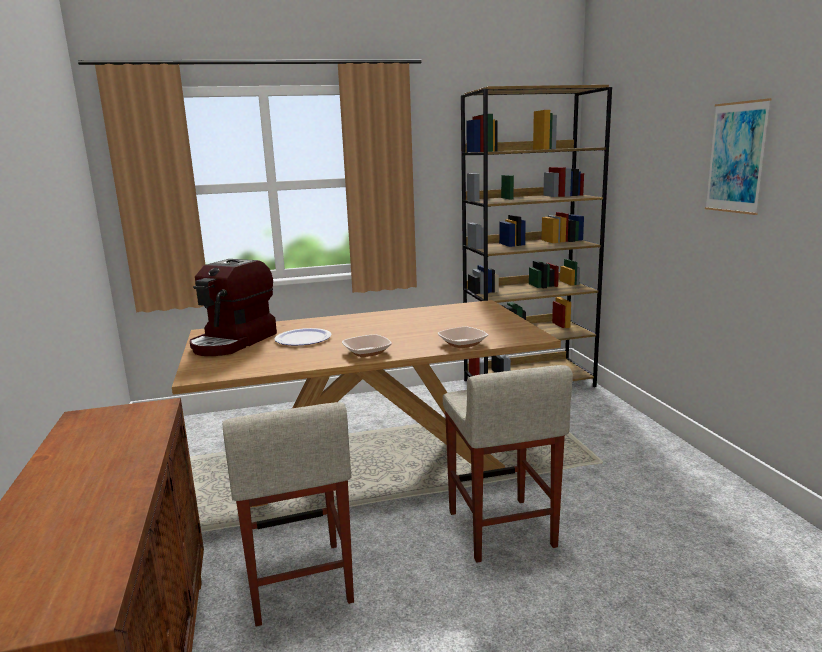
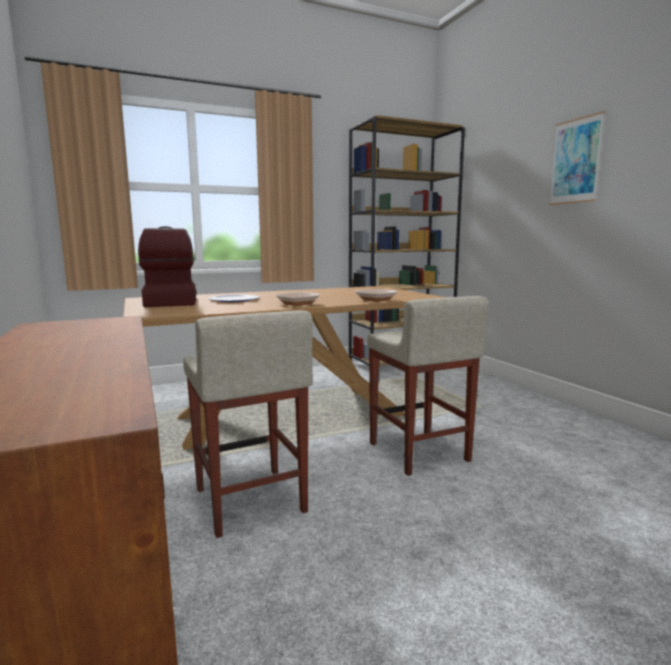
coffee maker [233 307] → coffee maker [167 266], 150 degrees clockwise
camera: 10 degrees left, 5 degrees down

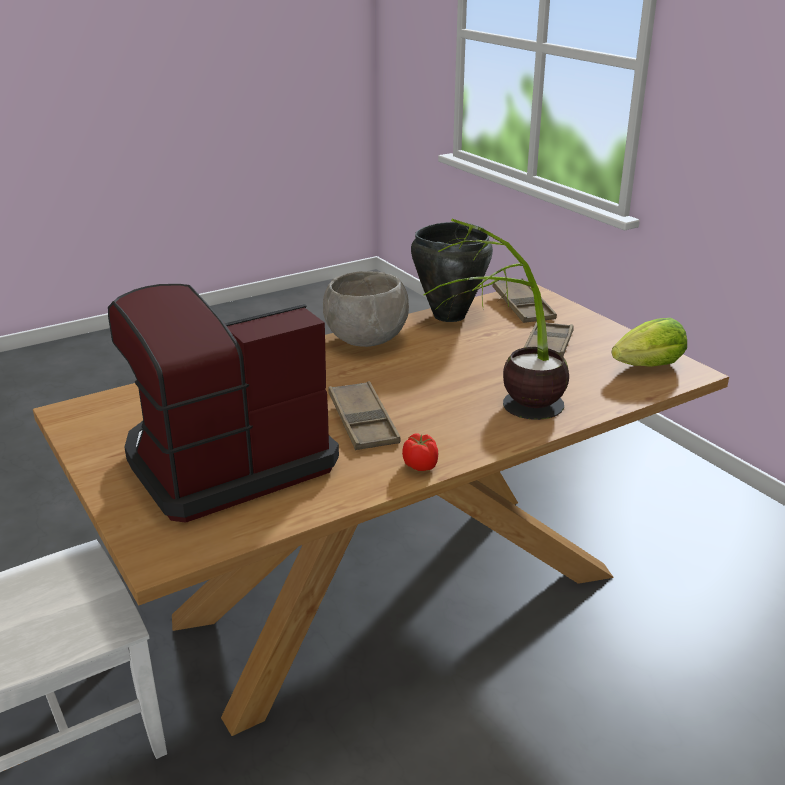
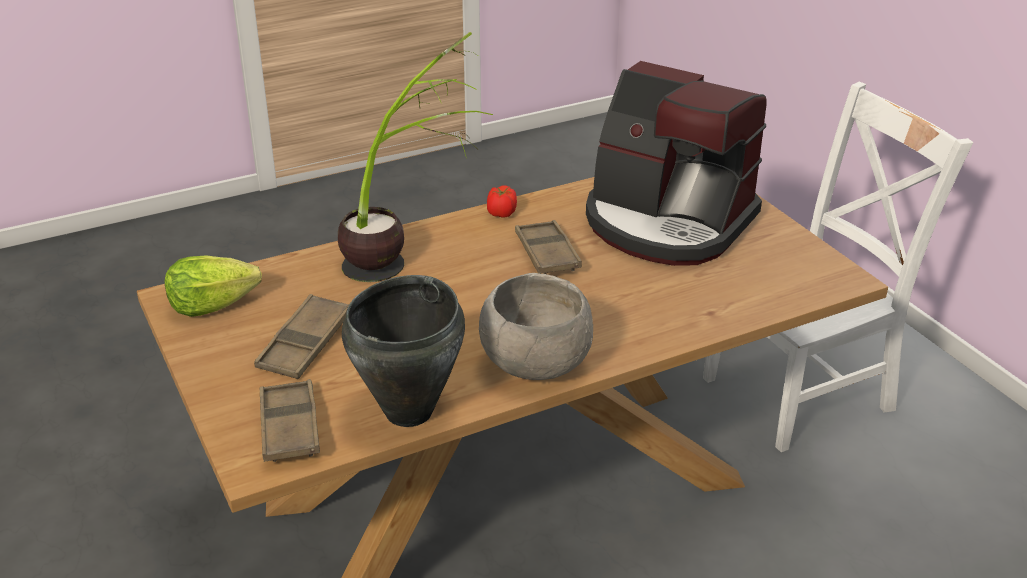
coffee maker [223 403] → coffee maker [676 163], 60 degrees clockwise
camera: 175 degrees left, 5 degrees up

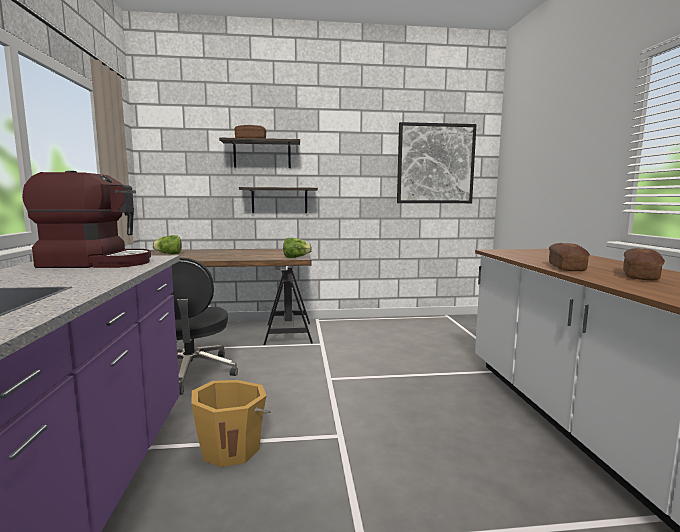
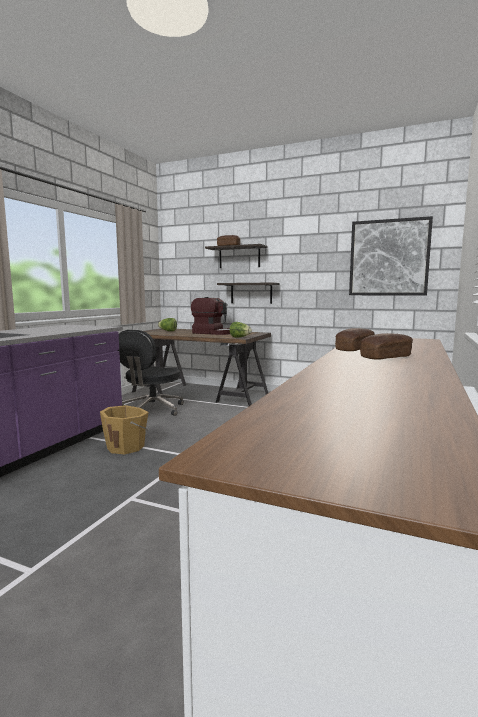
coffee maker [86 219] → coffee maker [210 316], move
camera: 30 degrees right, 0 degrees up

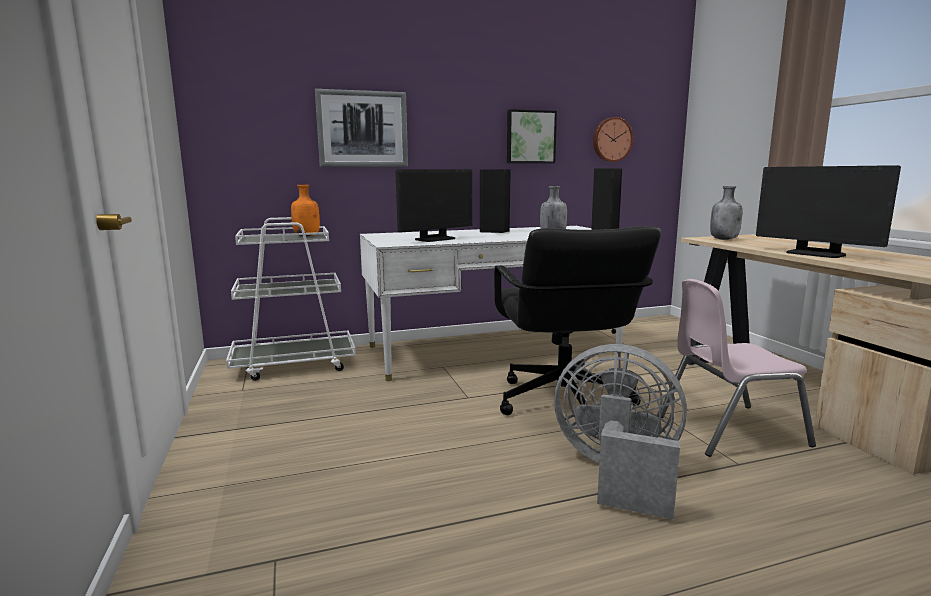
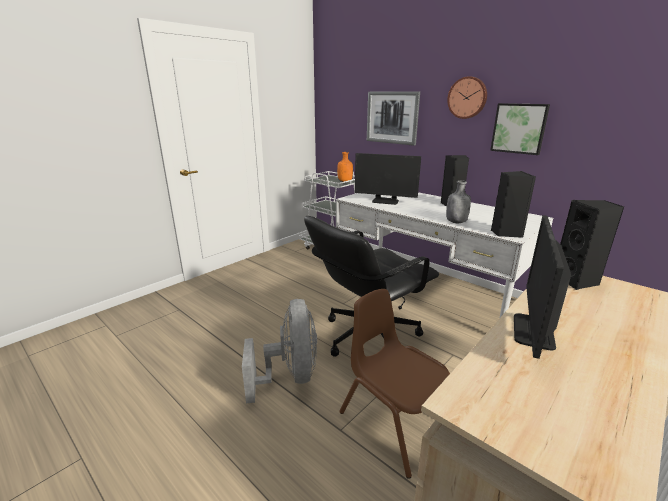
wall clock [613 139] → wall clock [467 97], move
drink bottle (grey) [726 213] → audio speaker (blackish) [592 245]
plain chair (pinkish) [737 368] → plain chair (brown) [394 384]
camera: 60 degrees right, 10 degrees up

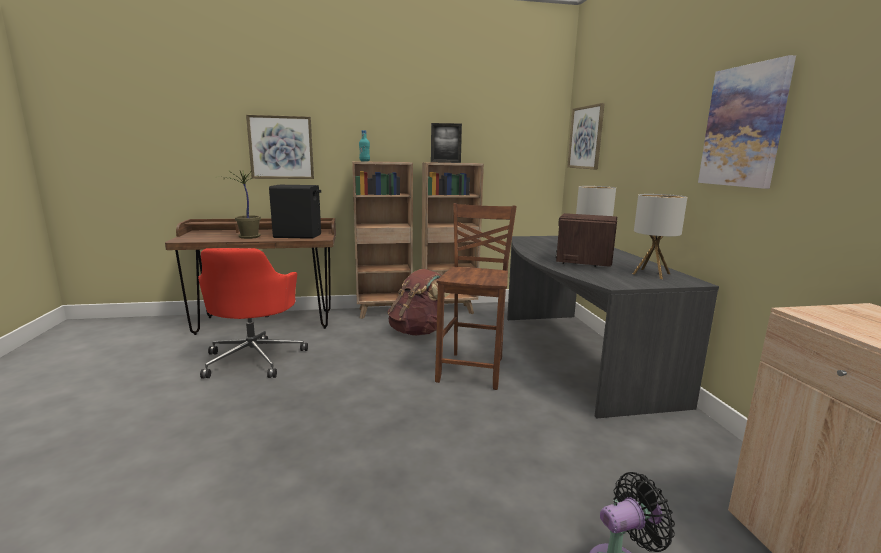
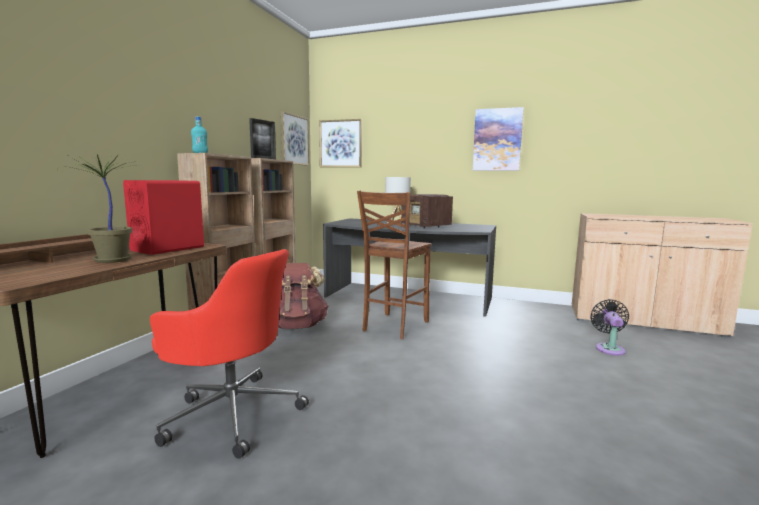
lamp for a table [660 236] → -
wall picture [280 147] → wall picture [295 138], move
audio speaker (blackish) [295 212] → audio speaker (red-coloured) [163 217]
plain chair (brown) [476 296] → plain chair (brown) [394 265], 105 degrees counterclockwise
camera: 60 degrees left, 5 degrees down

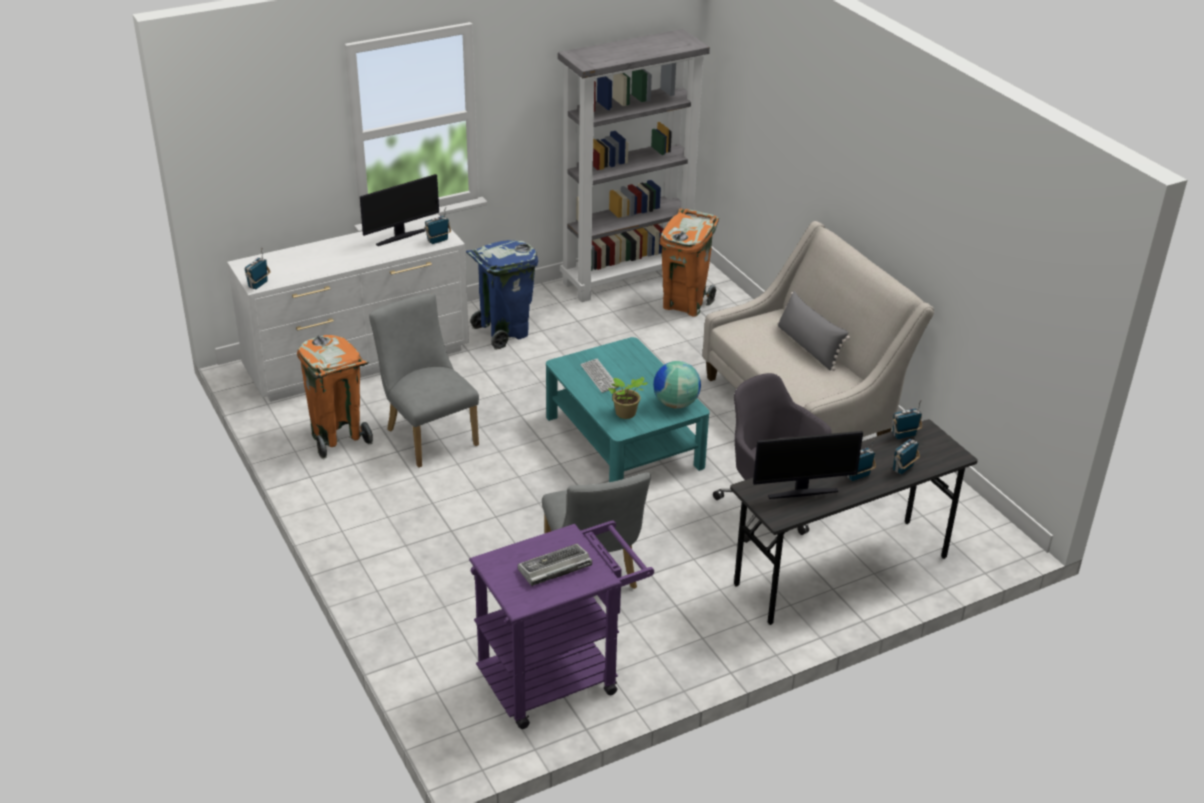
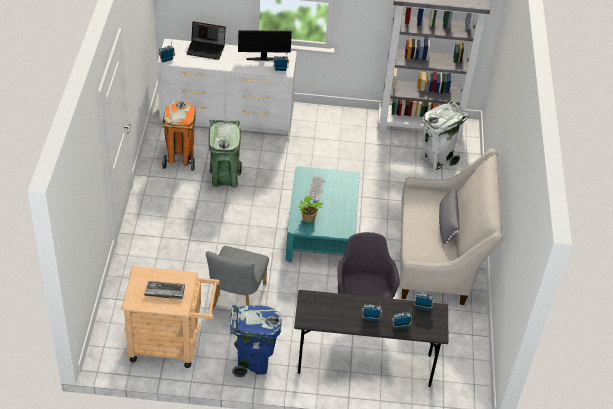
world globe [677 385] → -
monitor [808 465] → -
- → laptop [206 40]
rubbish bin (bluish) [502 295] → rubbish bin (bluish) [255 341], move
plain chair (grey) [424 380] → rubbish bin (greenish) [225 153]
wheeled cart (purplish) [561 624] → wheeled cart (beige) [170 317]
rubbish bin (orange) [689 262] → rubbish bin (whitish) [445 135]
camera: 30 degrees right, 10 degrees up

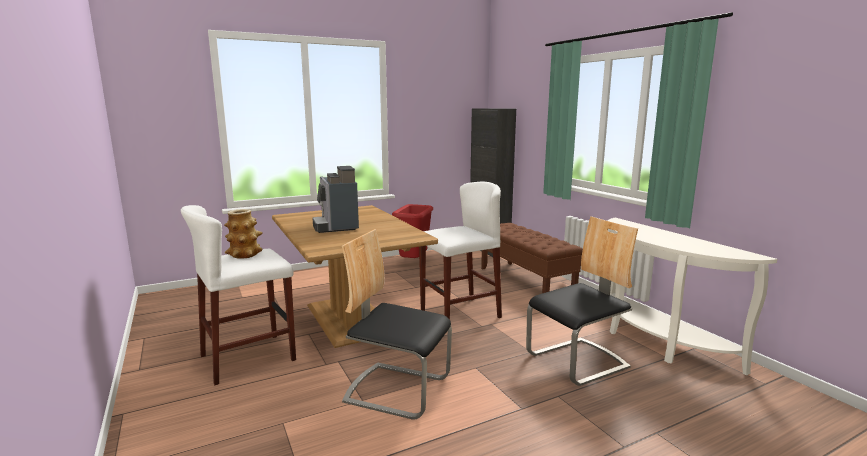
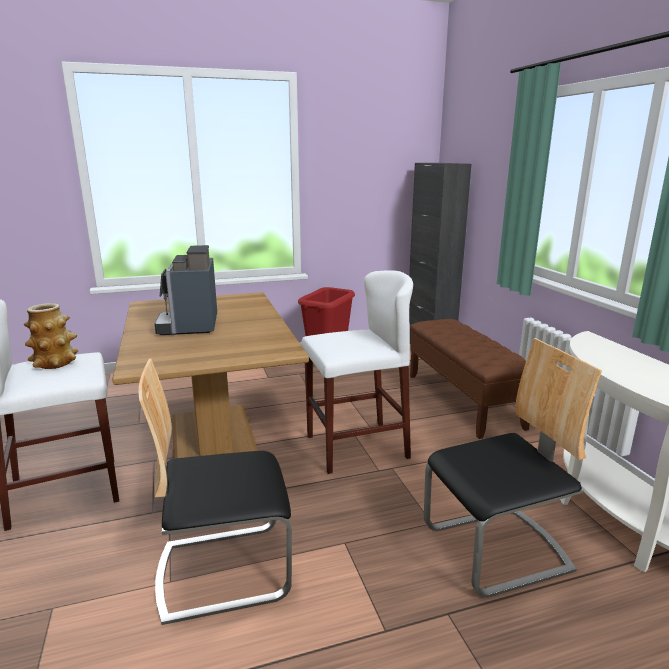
plain chair [397 324] → plain chair [215 492], 45 degrees counterclockwise
camera: 10 degrees right, 5 degrees up

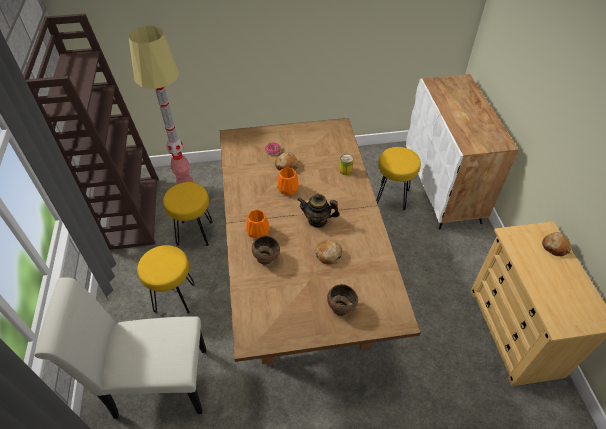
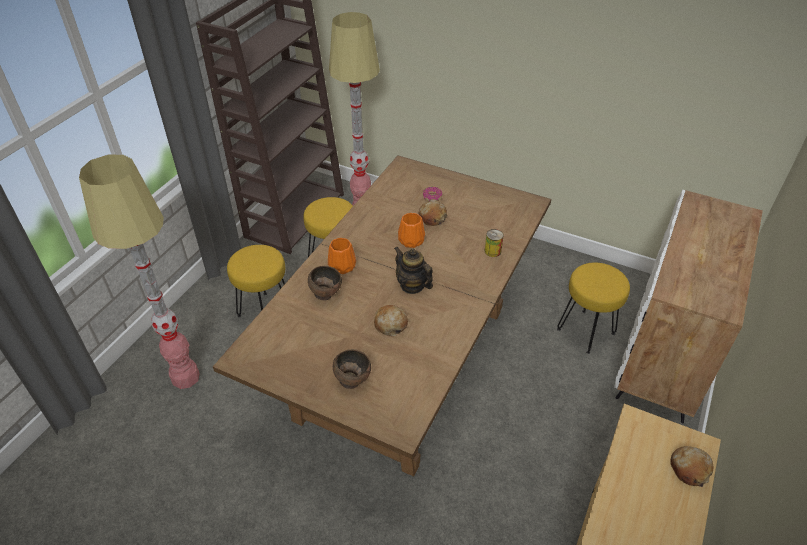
plain chair (whitish) [120 348] → standing lamp [139 271]
camera: 35 degrees right, 5 degrees down

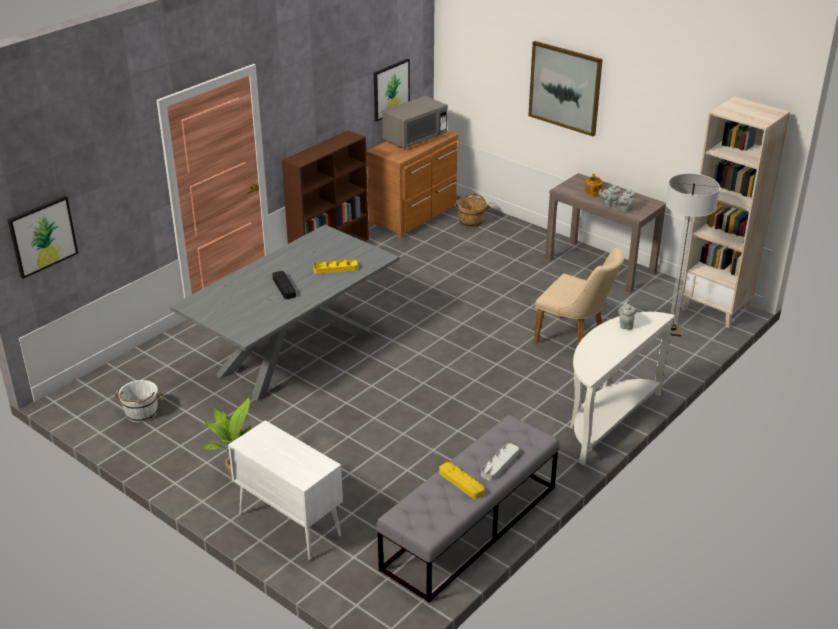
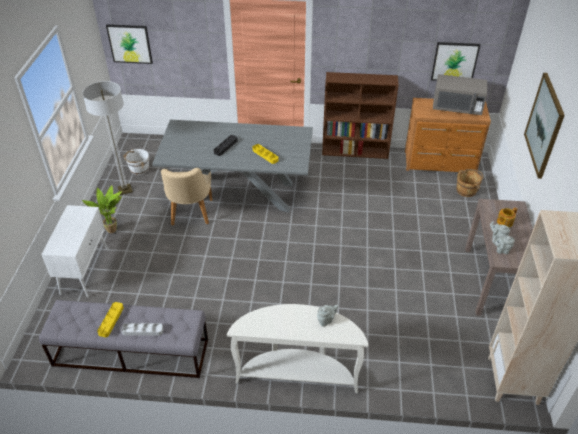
plain chair (beige) [579 296] → plain chair (beige) [186 197], move
standing lamp [693 255] → standing lamp [107 138], move
camera: 55 degrees right, 10 degrees up

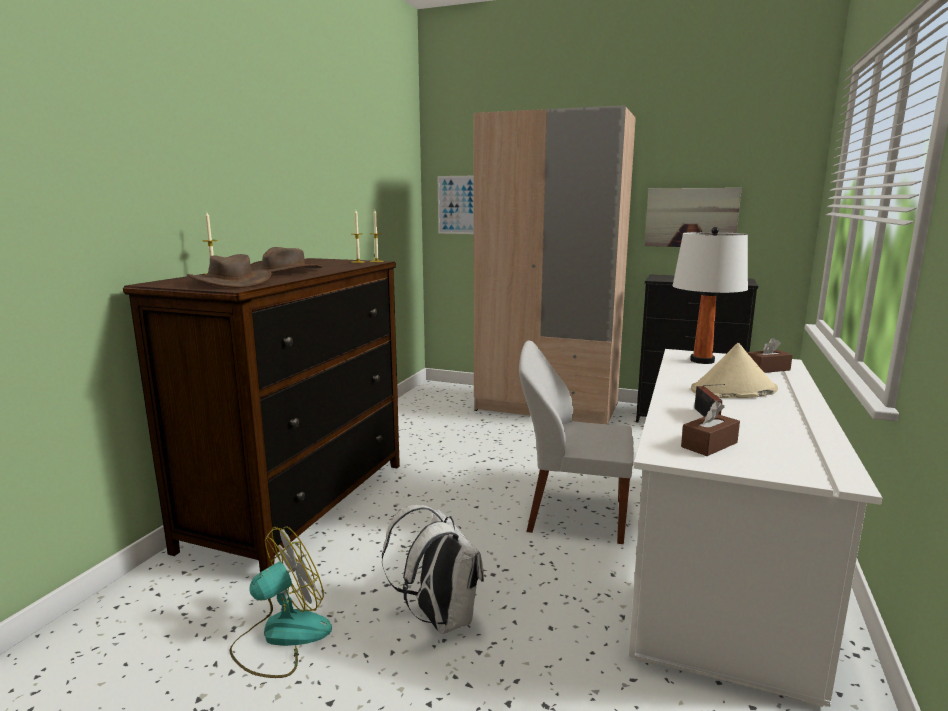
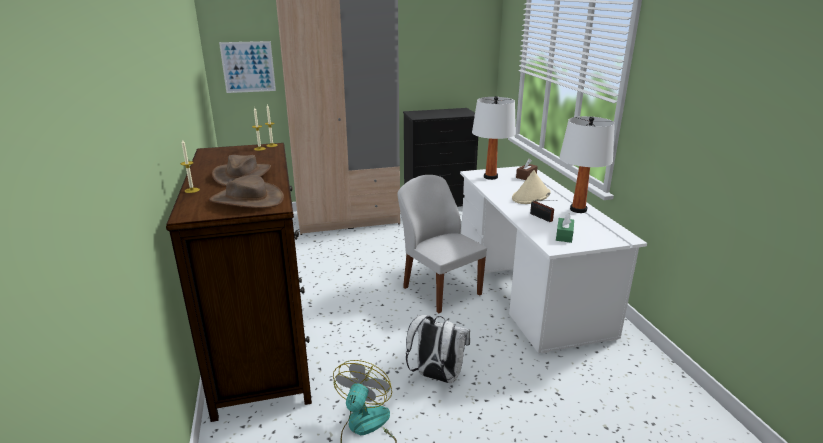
wall picture [693 217] → -
- → lamp for a table (whitish) [587 164]
tissue box (brown) [710 428] → tissue box (greenish) [565 228]
plain chair (whitish) [576 442] → plain chair (whitish) [442 244], 75 degrees clockwise
camera: 35 degrees left, 10 degrees up

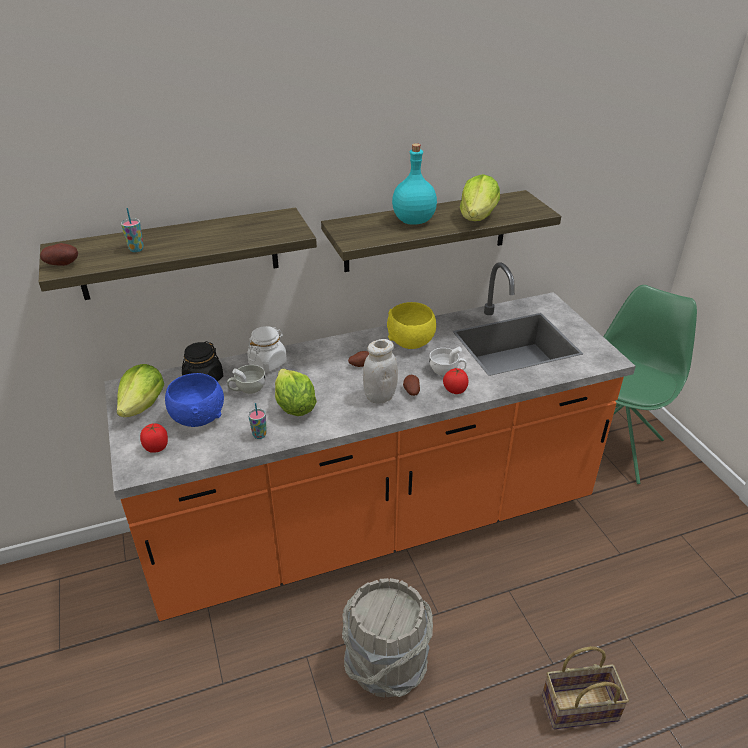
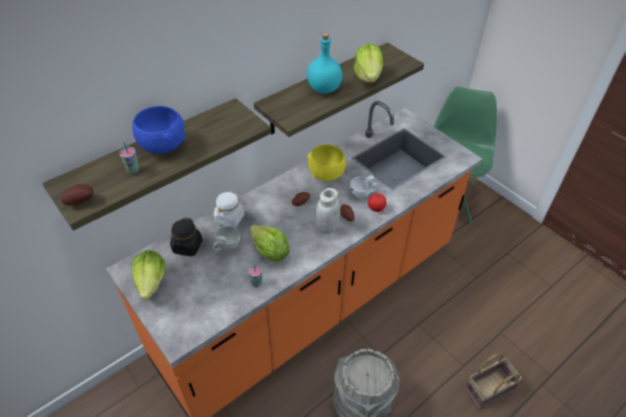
tomato [154 438] → -
serving bowl (bluish) [194 400] → serving bowl (bluish) [159 130], move
camera: 20 degrees left, 10 degrees up

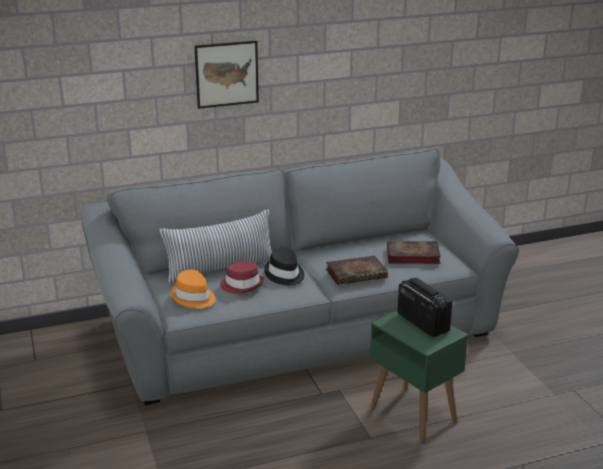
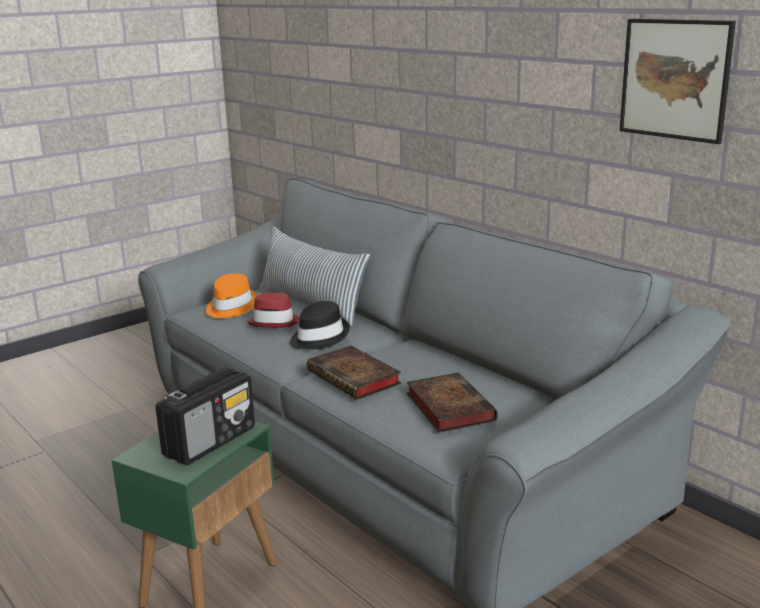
wall picture [226 74] → wall picture [678 81], move
camera: 70 degrees right, 5 degrees down

